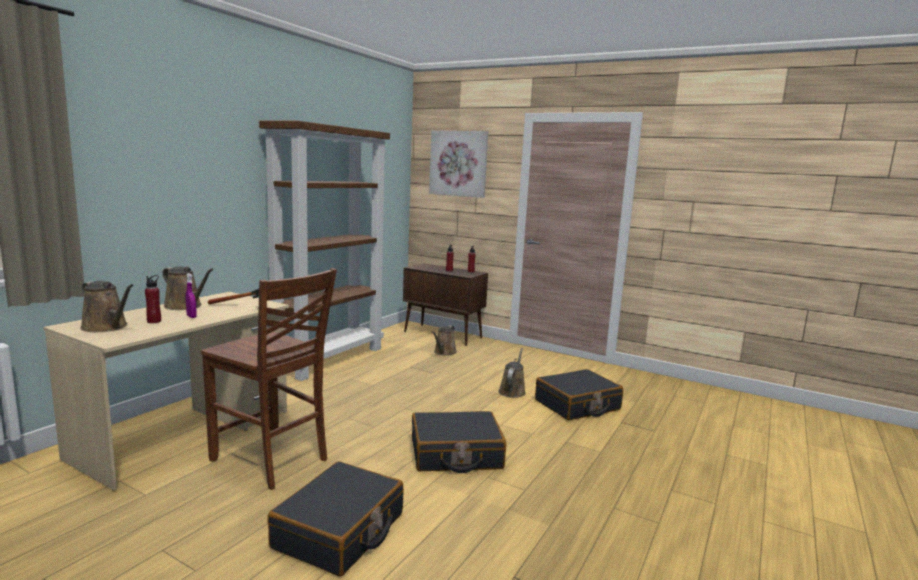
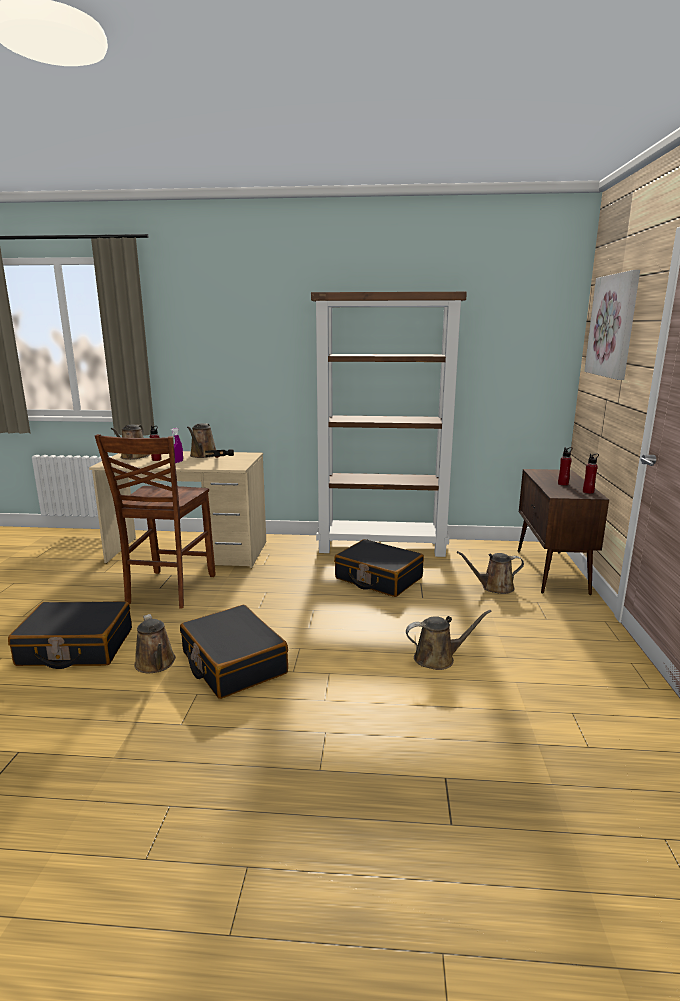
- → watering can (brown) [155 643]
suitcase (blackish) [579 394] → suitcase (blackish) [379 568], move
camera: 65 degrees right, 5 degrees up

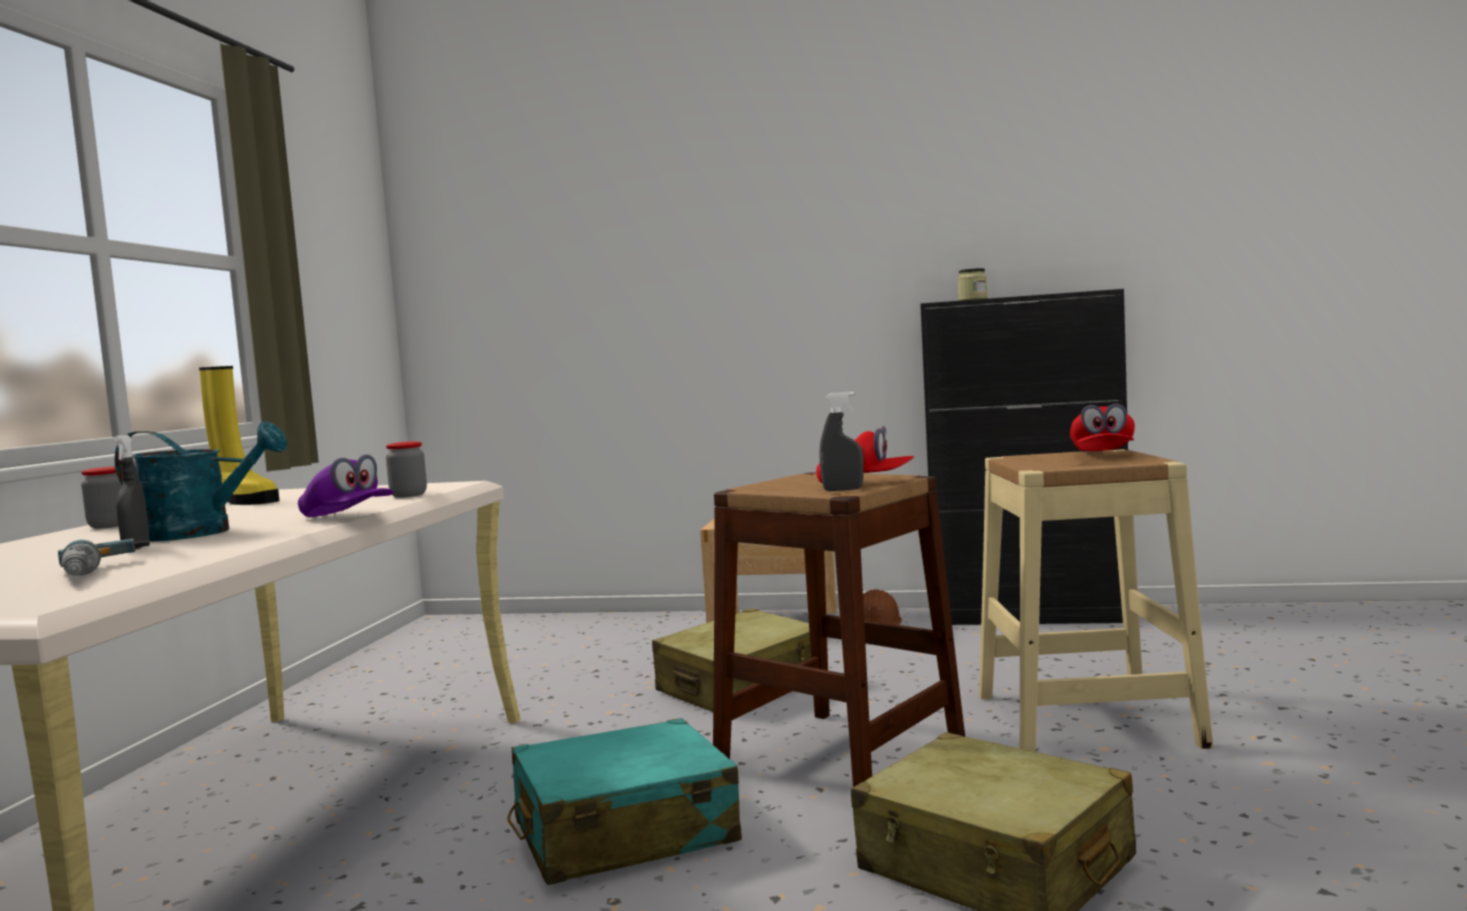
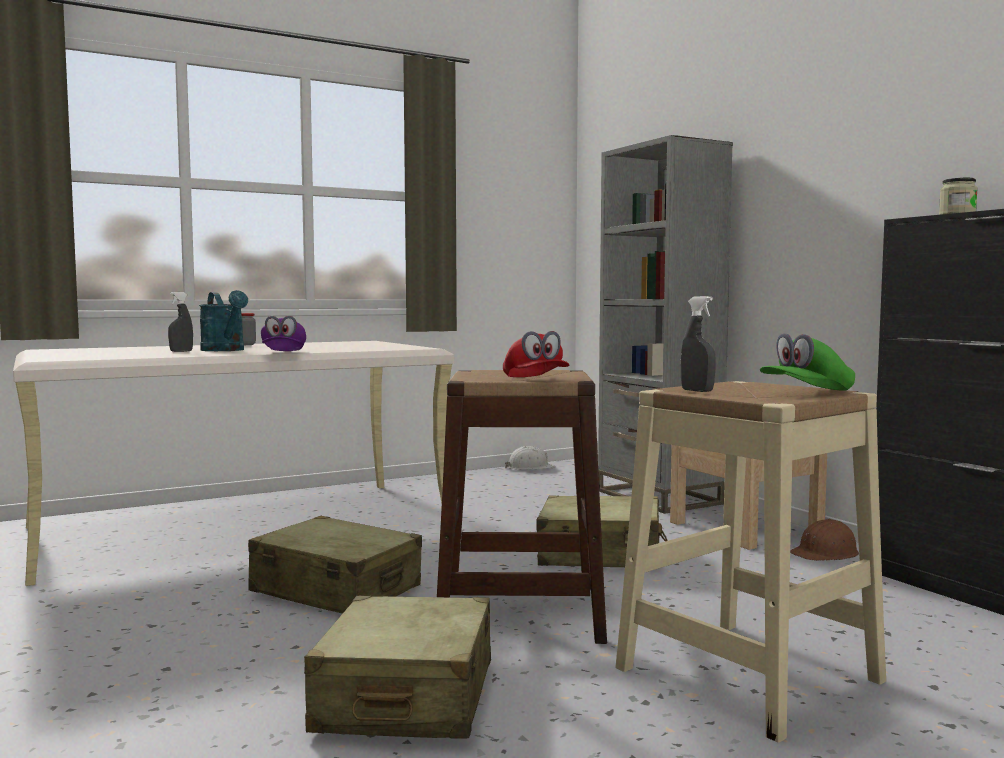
power drill [104 557] → -
boot (yellow-coloured) [239 435] → -
preserve jar [406 469] → -
- → hard hat (whitish) [530 458]
- → bookcase (grey) [665 324]
hand sprayer (grey) [842 441] → hand sprayer (grey) [698 344], move
suitcase (turquoise-coloured) [624 801] → suitcase (beige) [335 564]
cap (red-coloured) [1102 427] → cap (greenish) [807 361]
camera: 50 degrees right, 0 degrees up

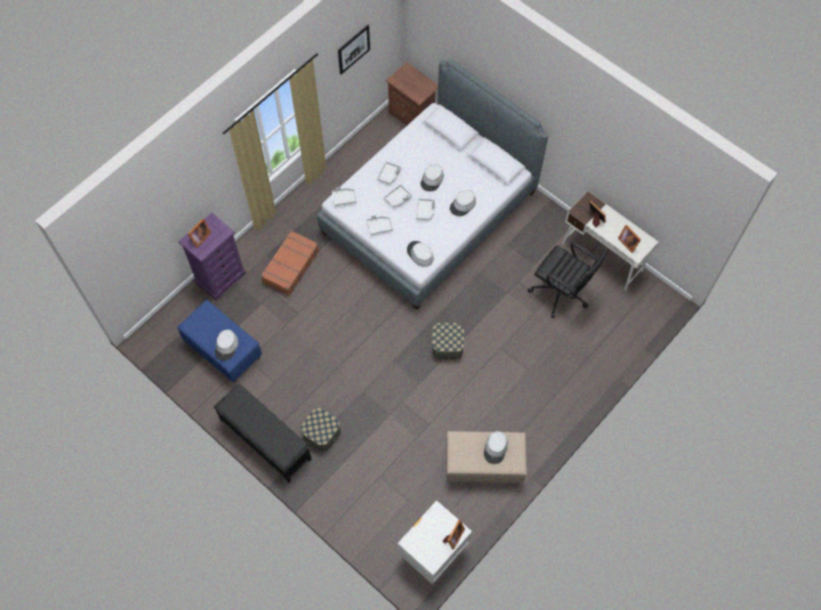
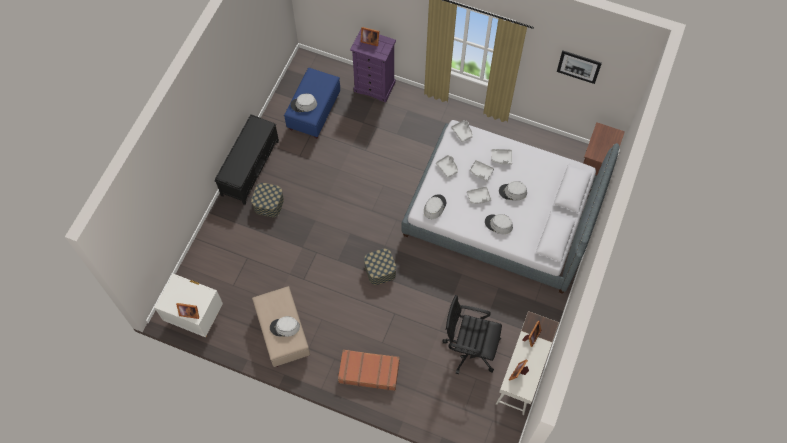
suitcase (brown) [290 263] → suitcase (brown) [369 370], move
computer chair (blackish) [568 280] → computer chair (blackish) [472 334], 90 degrees clockwise
camera: 70 degrees right, 0 degrees up

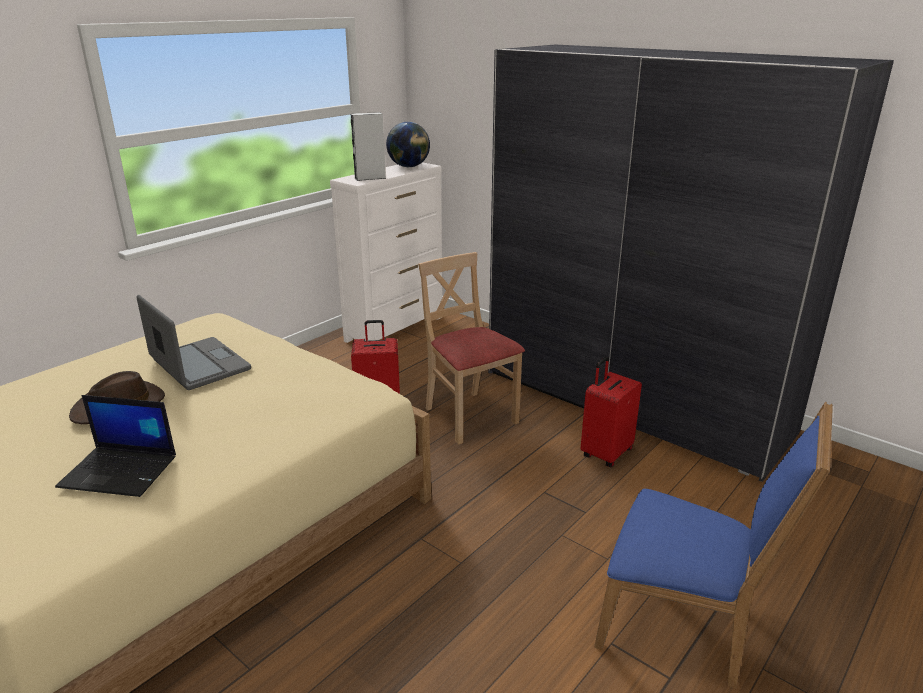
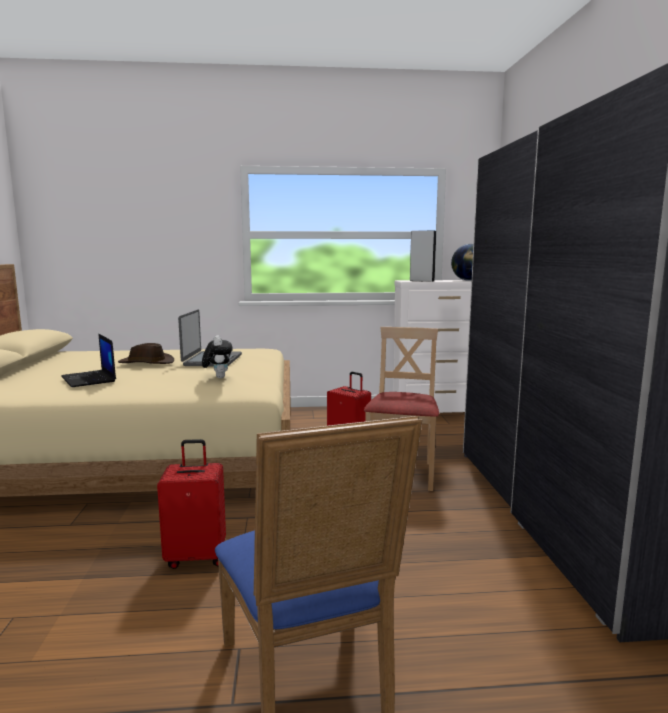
- → cuddly toy [217 356]
suitcase (red-coloured) [611 412] → suitcase (red-coloured) [191 504], move
camera: 45 degrees right, 15 degrees down

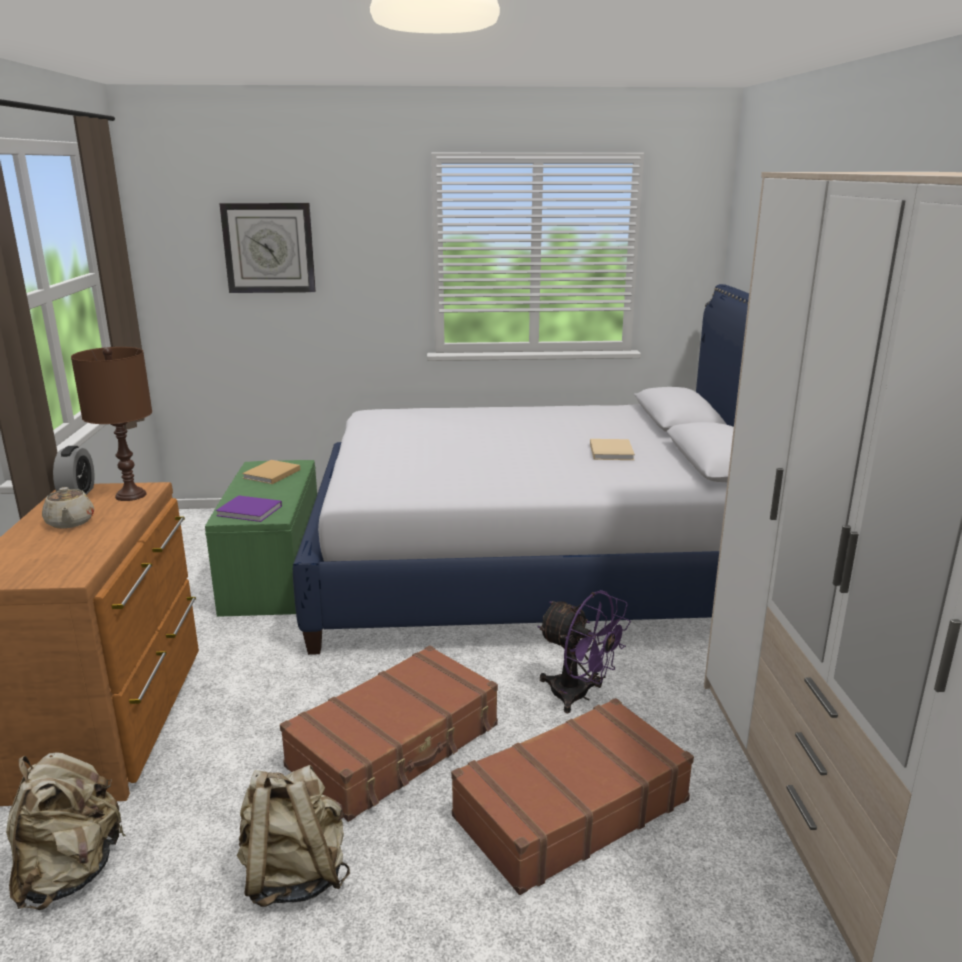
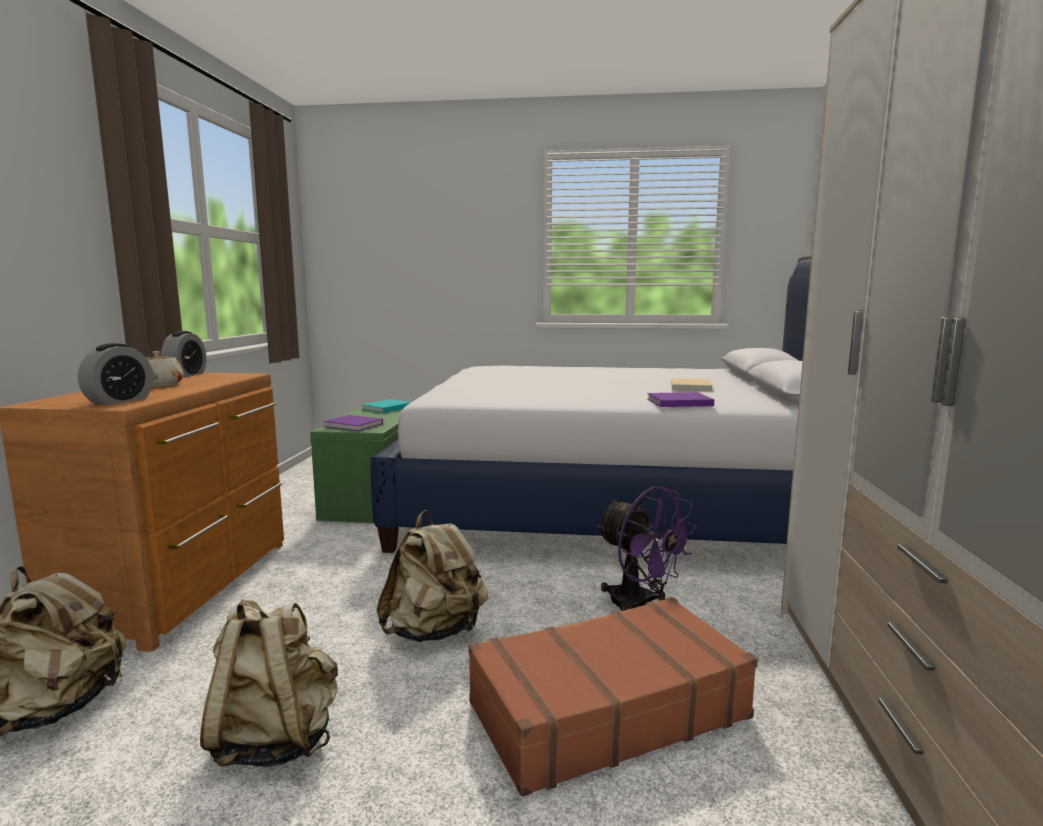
lamp for a table (brown) [111 424] → -
wall clock [267 248] → -
- → alarm clock [115 374]
- → book (purplish) [680 399]
suitcase (brown) [389 733] → backpack (beige) [432 576]
book (beige) [271 472] → book (turquoise-coloured) [386 406]
camera: 10 degrees right, 10 degrees down

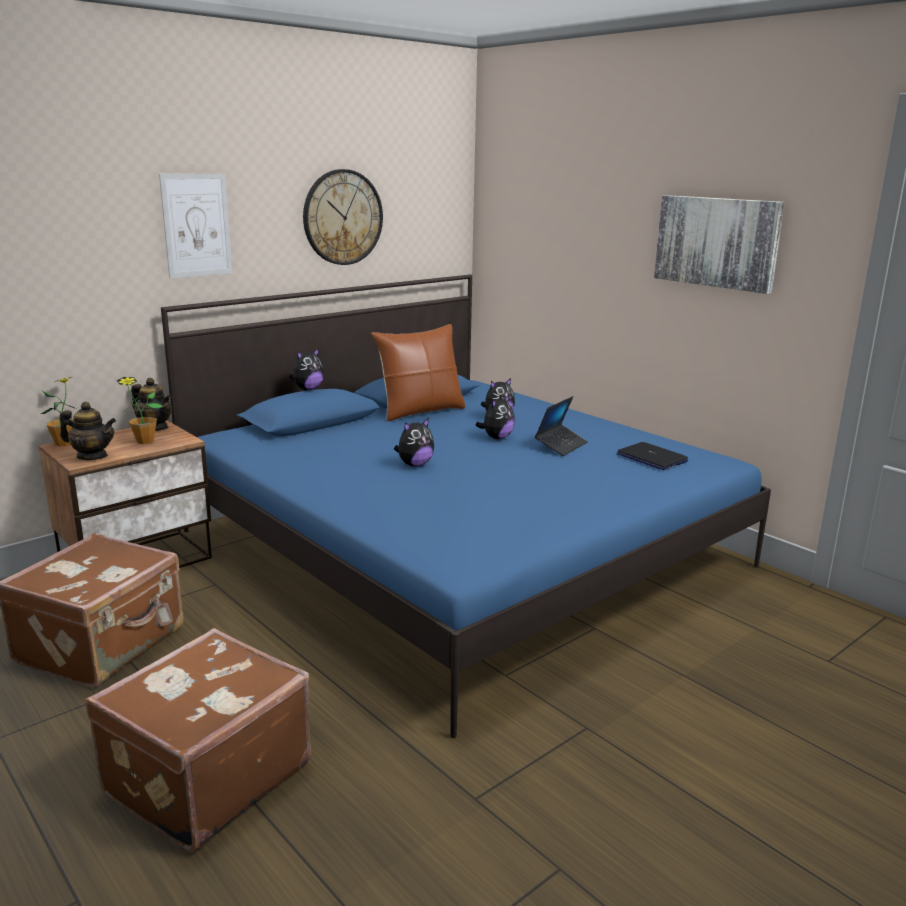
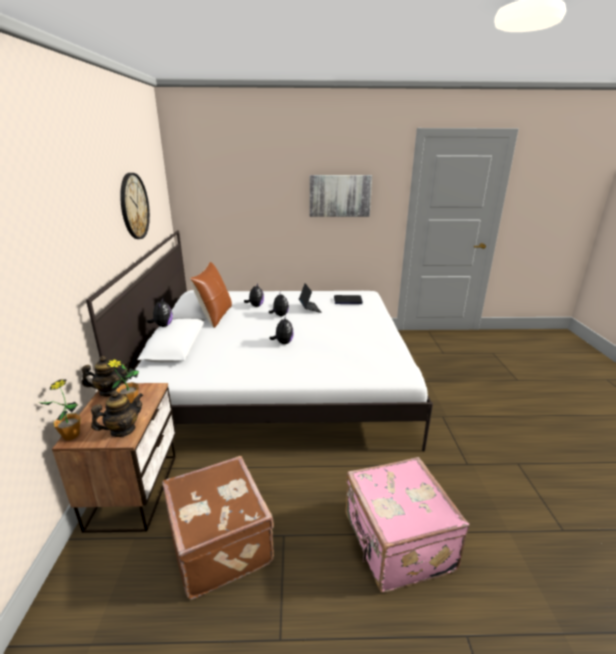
wall picture [195 226] → -
suitcase (brown) [198 740] → suitcase (pinkish) [407 525]
bedroom bed (bluish) [466 506] → bedroom bed (whitish) [259 340]
camera: 50 degrees left, 5 degrees up

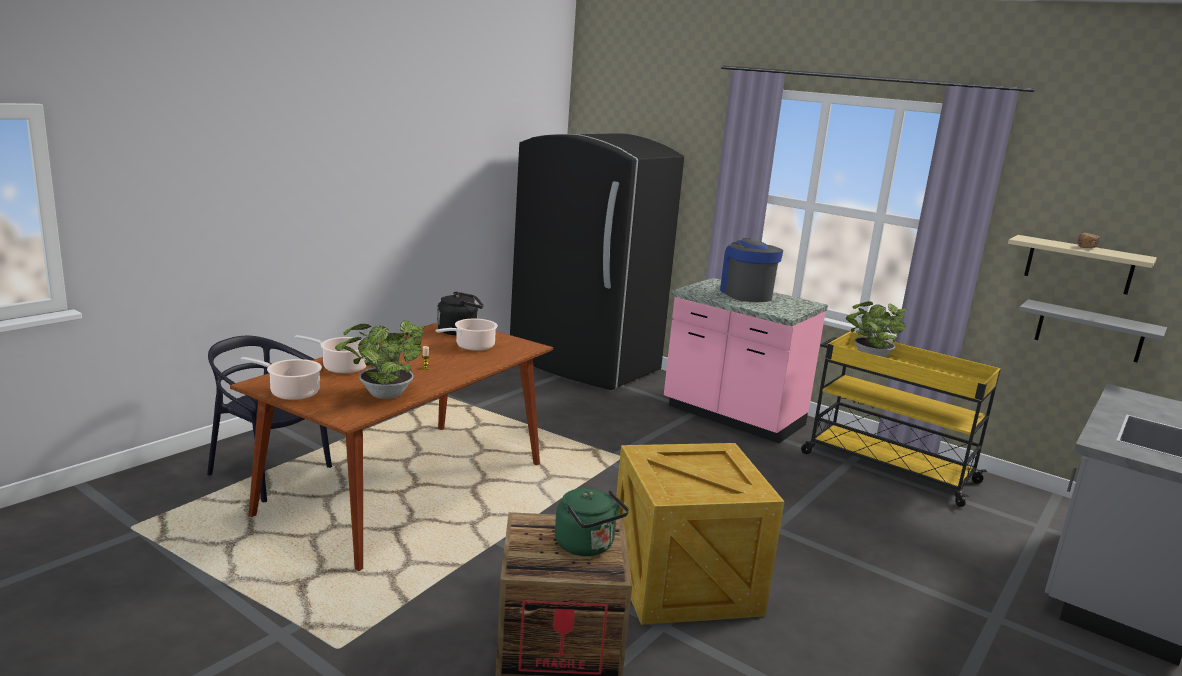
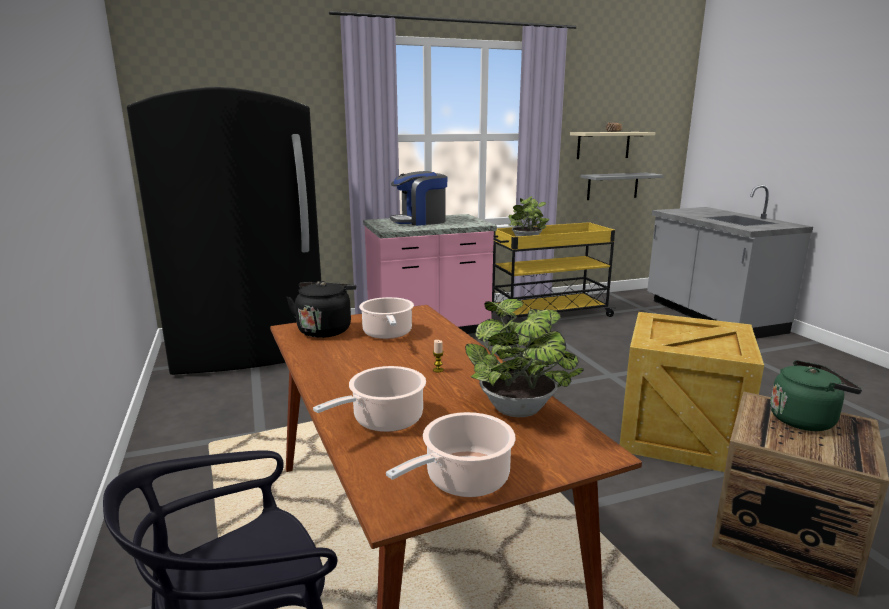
coffee maker [751 270] → coffee maker [418 198], 45 degrees counterclockwise
camera: 55 degrees left, 0 degrees up

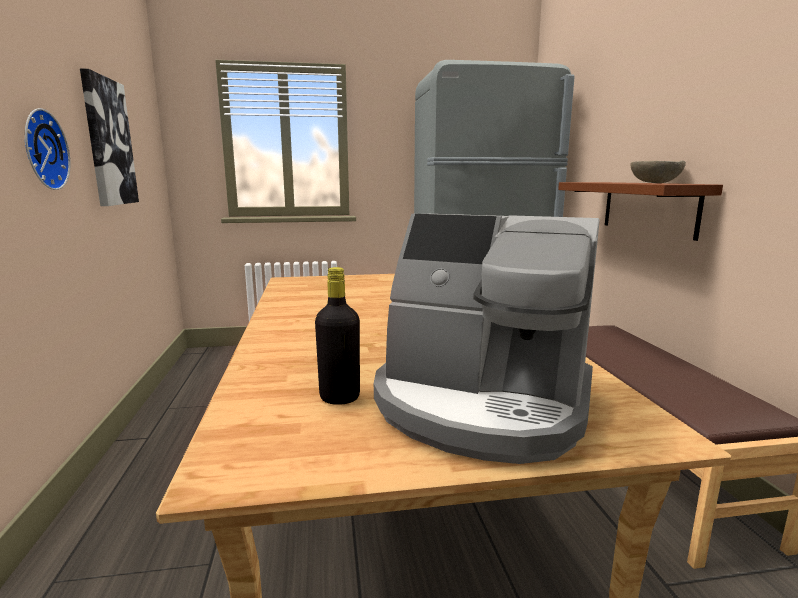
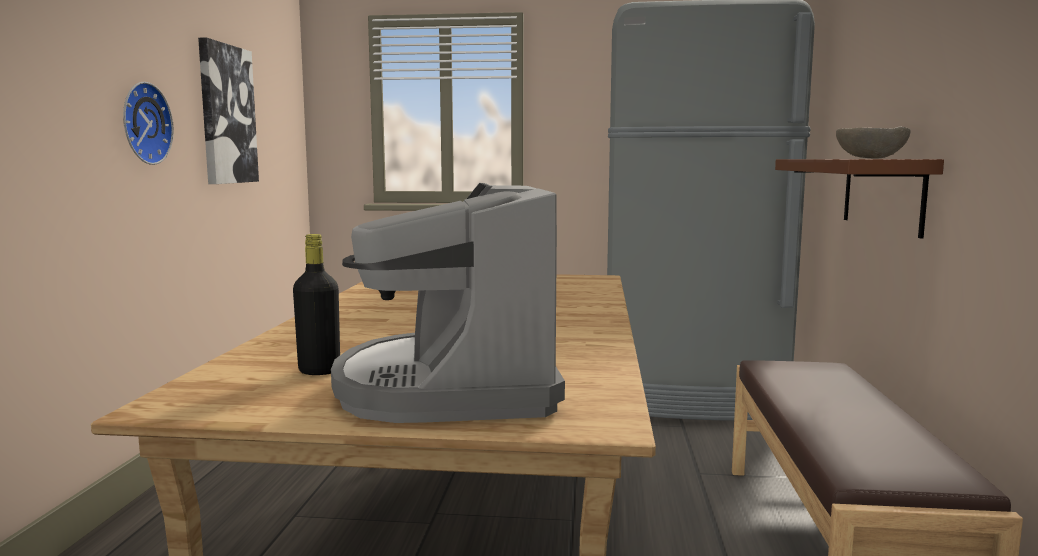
coffee maker [487 338] → coffee maker [448 303], 45 degrees clockwise
camera: 15 degrees right, 5 degrees down

